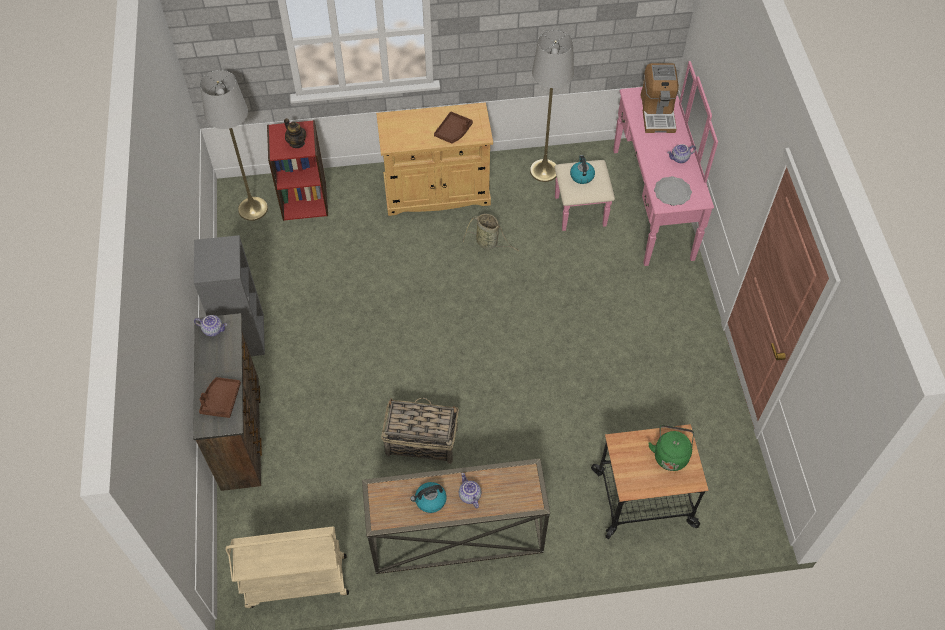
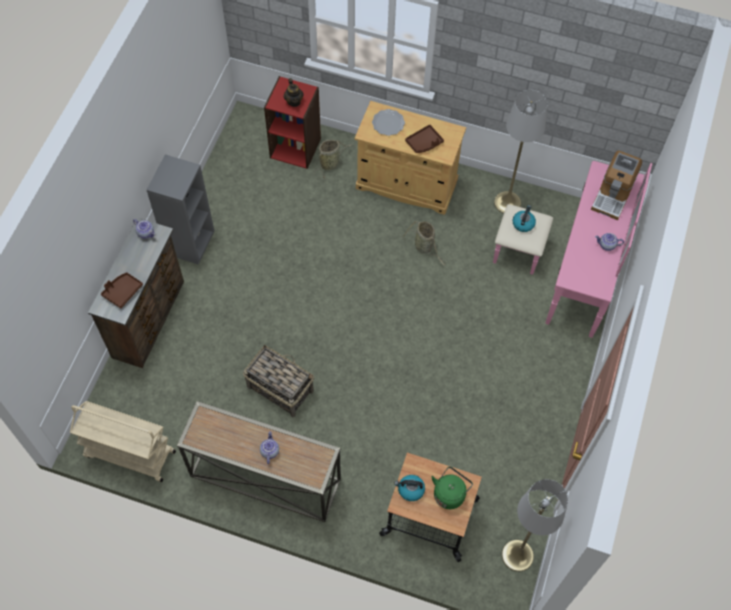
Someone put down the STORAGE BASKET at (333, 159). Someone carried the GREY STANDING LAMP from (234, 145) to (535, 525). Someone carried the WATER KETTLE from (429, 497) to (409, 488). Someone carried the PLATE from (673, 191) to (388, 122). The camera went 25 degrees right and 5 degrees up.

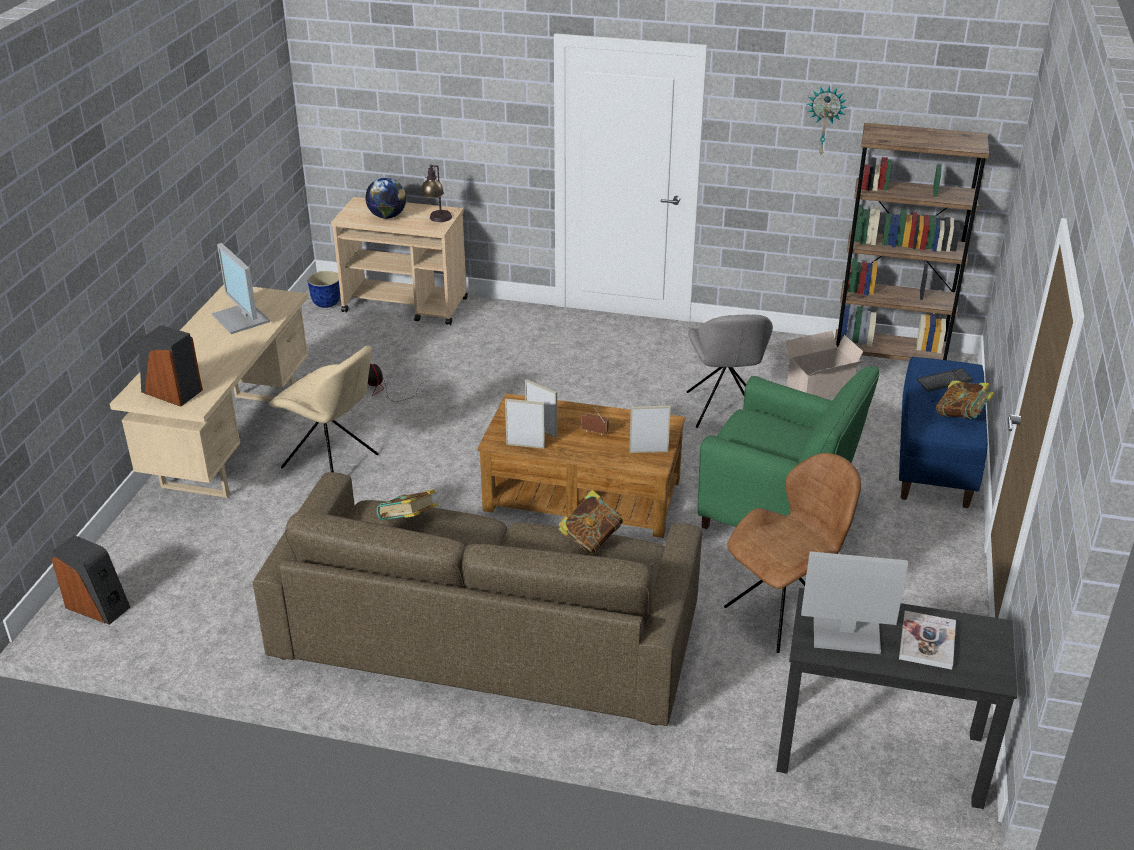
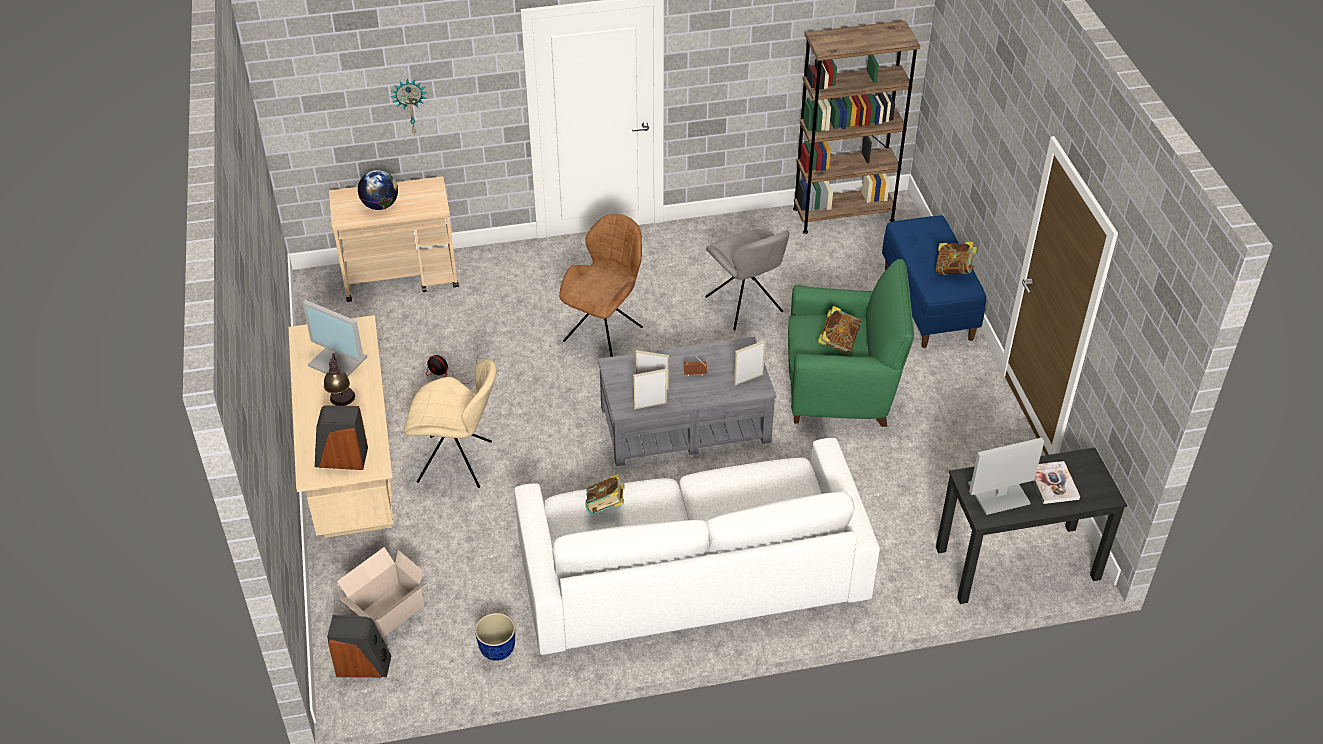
Someone took away the KEYBOARD at (945, 380). Someone carried the PLANT POT from (323, 289) to (495, 637). Someone carried the TABLE LAMP from (436, 193) to (339, 379). Someone carried the BOOK from (590, 522) to (839, 330). Someone carried the BROWNISH UPRIGHT CHAIR from (792, 553) to (601, 285). Someone carried the PACKING BOX from (824, 365) to (382, 592). Someone carried the WALL CLOCK from (827, 120) to (409, 107). Someone repainted the BROWNISH SOFA at (477, 599), which became the WHITE SOFA at (697, 546). Someone repainted the BROWNISH LOW TABLE at (581, 465), which became the GREY LOW TABLE at (687, 401). The camera went 25 degrees left and 10 degrees up.

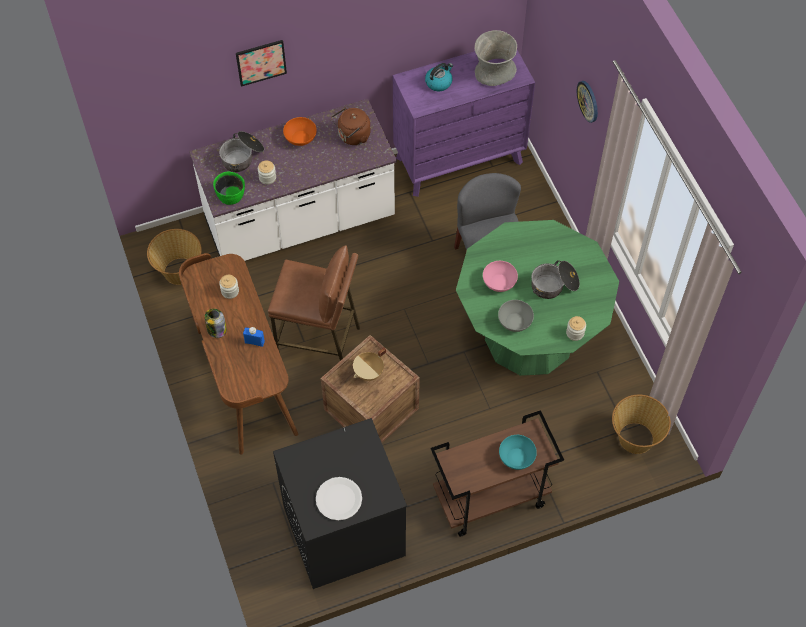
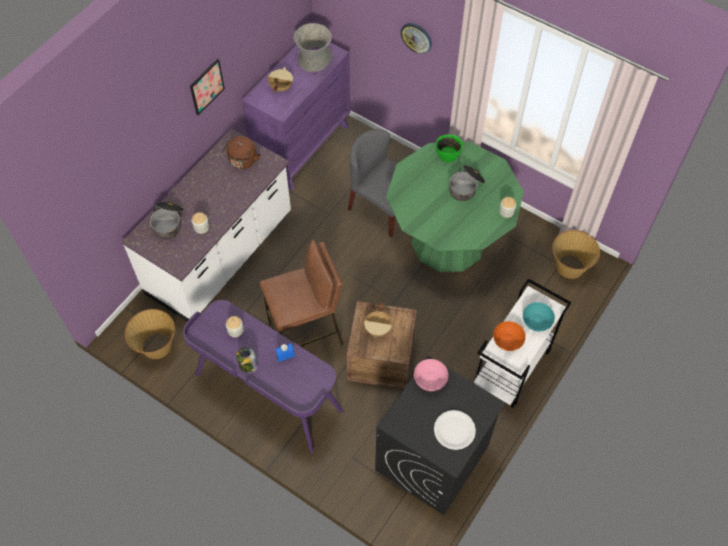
Someone took away the GREY BOWL at (516, 316). Someone carried the GREENISH BOWL from (229, 188) to (449, 148). Someone carried the PICTURE from (261, 63) to (207, 87). Someone carried the ORANGE BOWL from (300, 131) to (509, 336). Someone carried the PINK-COLOURED BOWL from (500, 276) to (431, 375). Someone swapped the WATER KETTLE at (439, 77) for the SAND-COLOURED STOCKPOT at (280, 79). Someone repainted the BROWNISH DESK TABLE at (238, 354), which became the PURPLE-COLOURED DESK TABLE at (263, 376). Someone repainted the BROWNISH CART at (497, 473), which became the WHITE CART at (522, 343). The camera went 35 degrees left and 0 degrees up.

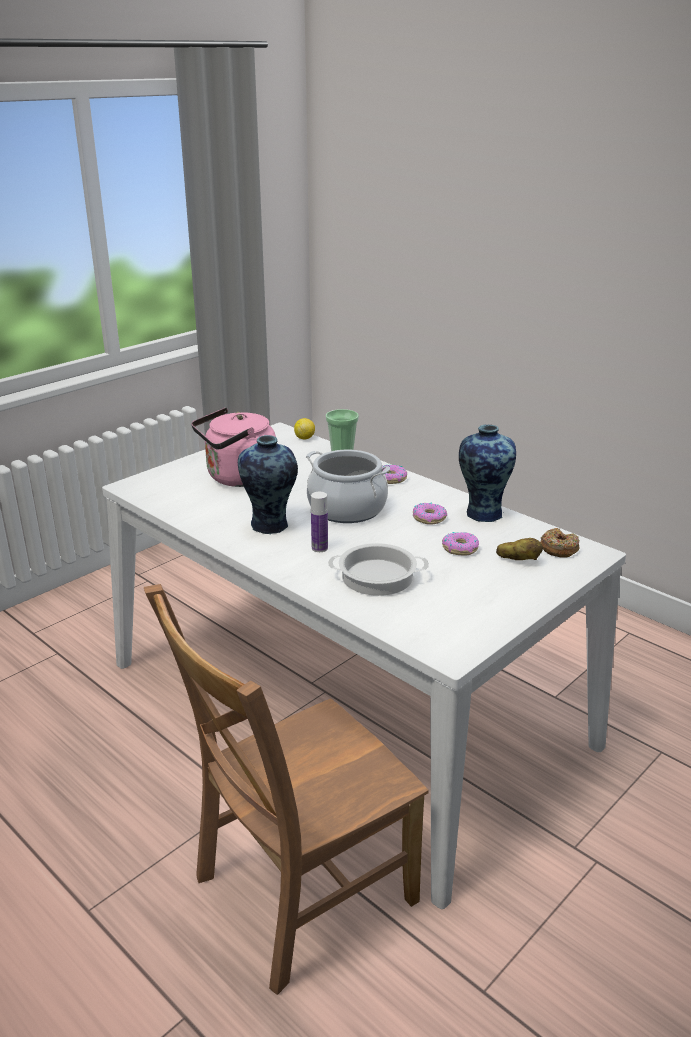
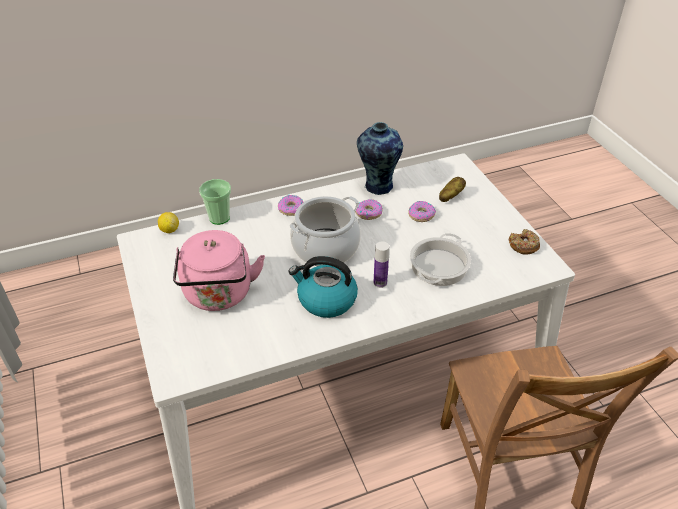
Someone carried the DONUT from (559, 543) to (524, 241). Someone swapped the FLOWER VASE at (268, 485) for the WATER KETTLE at (323, 287). The camera went 65 degrees left and 15 degrees up.

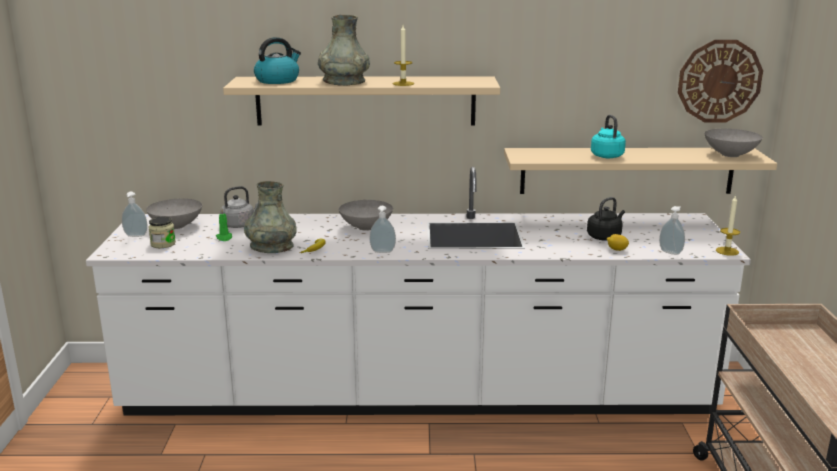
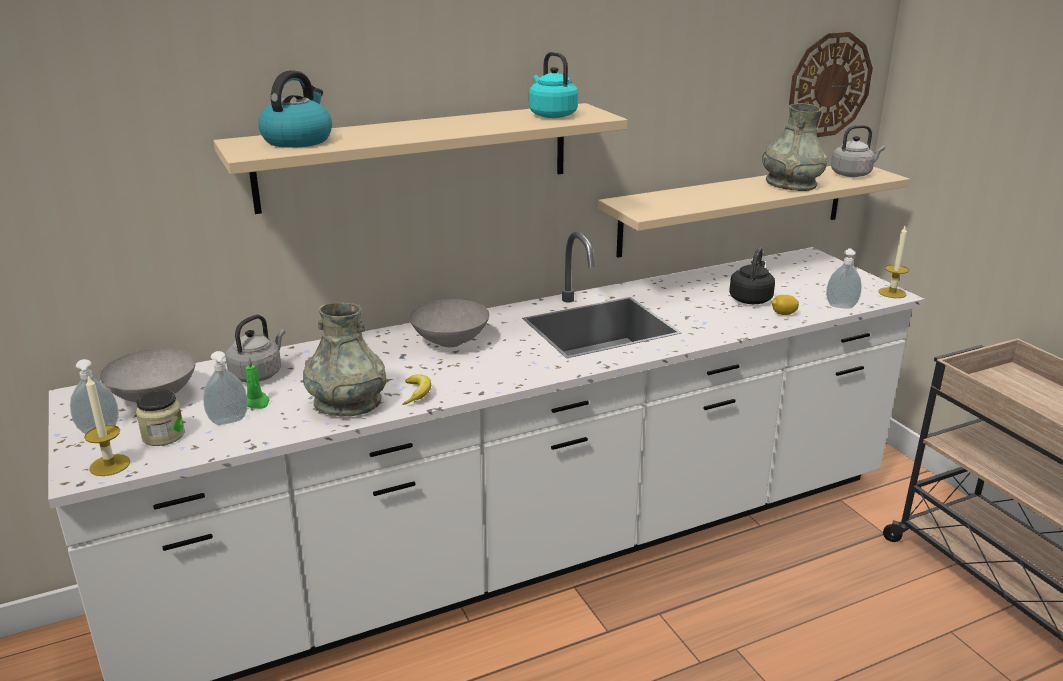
Someone carried the GREY FLOWER VASE from (344, 50) to (794, 147). Someone carried the SOAP BOTTLE from (383, 229) to (225, 388). Someone carried the WAX LIGHT from (403, 55) to (107, 425). Someone carried the TURQUOISE-COLOURED WATER KETTLE from (608, 136) to (553, 85). Someone swapped the GREY BOWL at (733, 142) for the GREY WATER KETTLE at (858, 151). The camera went 25 degrees left and 5 degrees up.

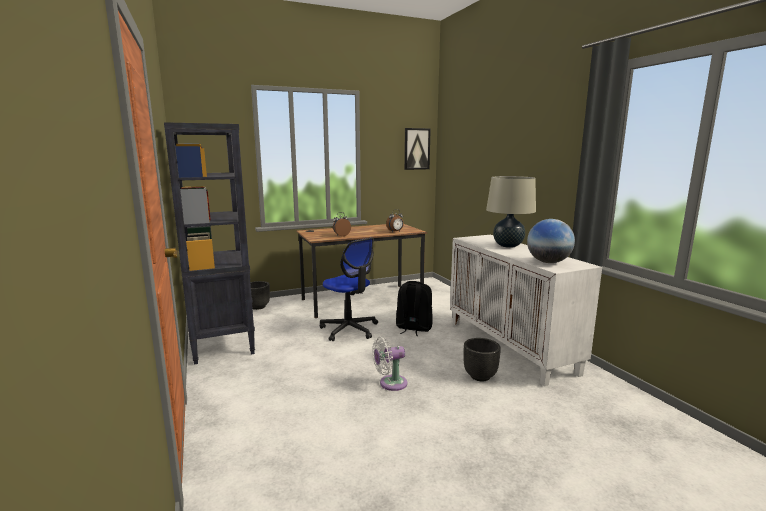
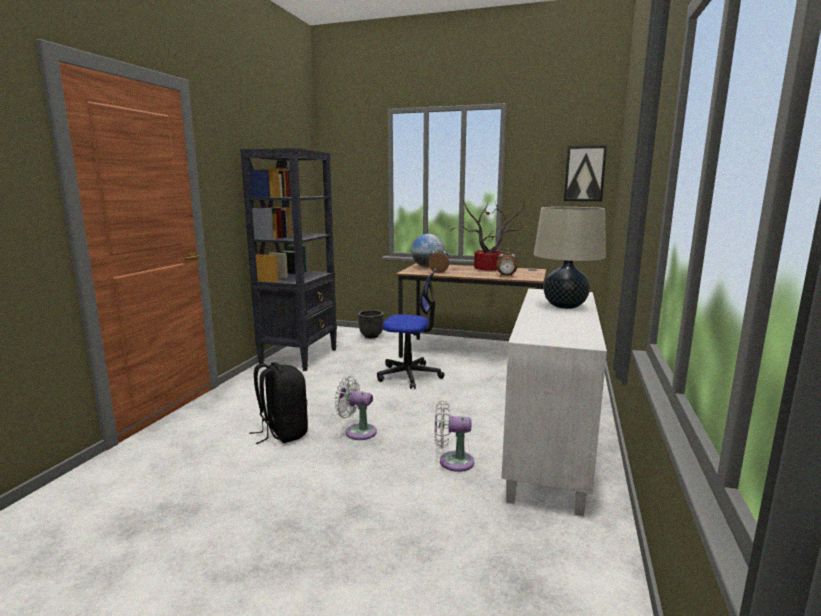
Someone put down the PLANT IN A POT at (488, 235). Someone carried the BLACKISH BACKPACK from (414, 308) to (279, 403). Someone carried the GLOBE from (551, 241) to (428, 251). Someone swapped the BLACKISH PLANT POT at (482, 359) for the WHITE ELECTRIC FAN at (454, 436). Someone rotated the OFFICE CHAIR at (349, 289) by 75 degrees counterclockwise. The camera went 40 degrees right and 0 degrees up.

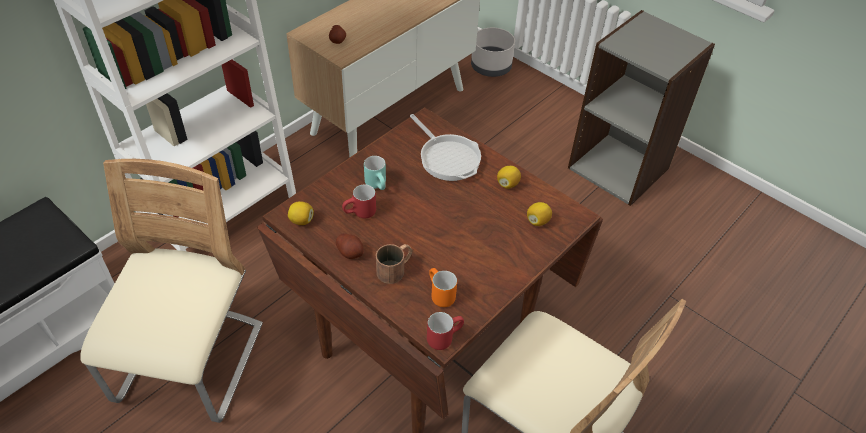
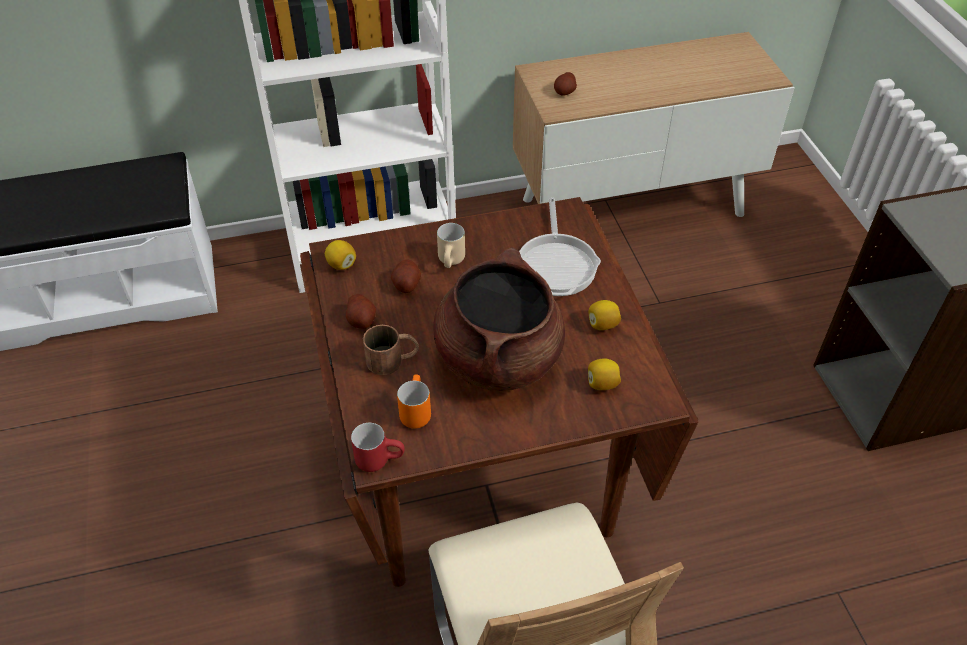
Someone took away the SAND-COLOURED UPRIGHT CHAIR at (171, 291). Someone took away the GREY PLANT POT at (493, 52). Someone put down the BROWNISH STOCKPOT at (499, 319). Someone swapped the REDDISH MUG at (359, 201) for the SPUD at (406, 276). Someone repainted the TURQUOISE-COLOURED MUG at (375, 173), which became the SAND-COLOURED MUG at (451, 245). The camera went 35 degrees right and 0 degrees up.

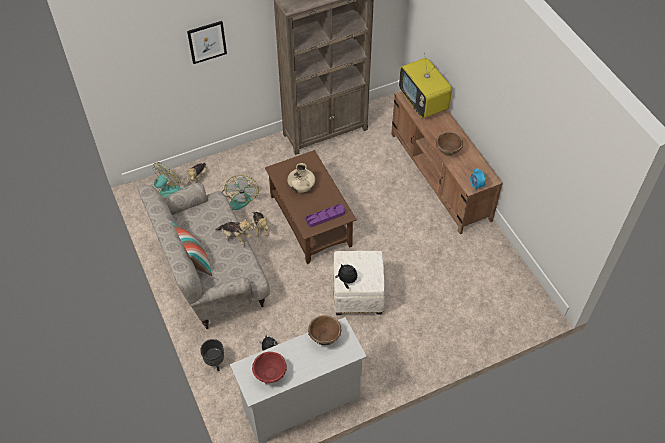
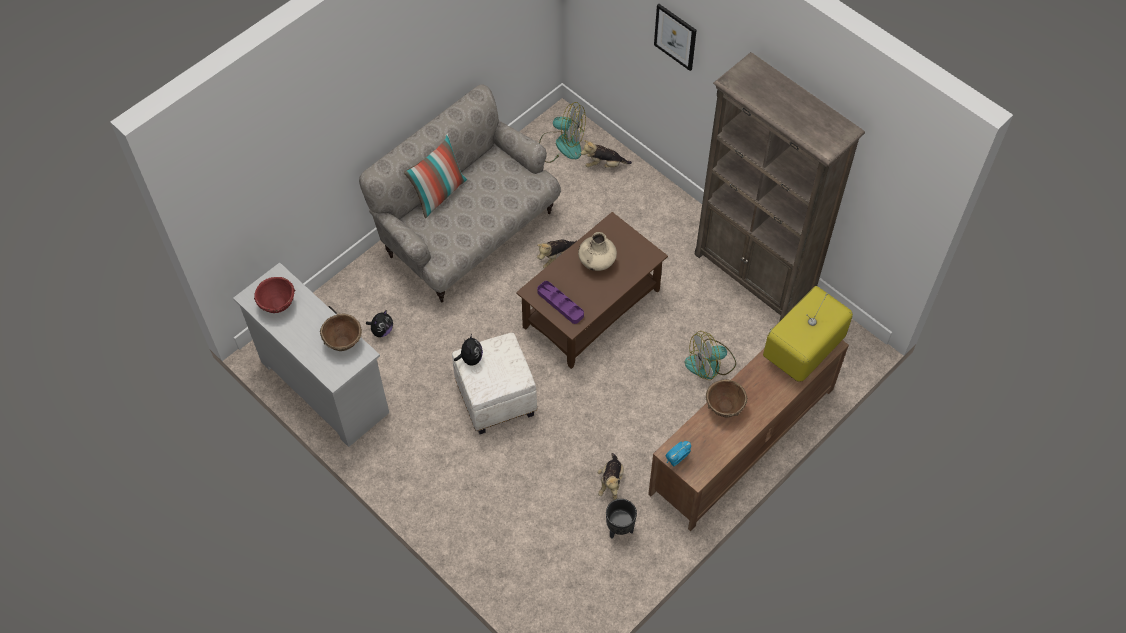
Someone carried the BLACKISH PLANT POT from (212, 355) to (621, 519). Someone carried the SOFT TOY from (234, 232) to (610, 476). Someone carried the ELECTRIC FAN from (240, 192) to (710, 355). The camera went 70 degrees right and 5 degrees up.

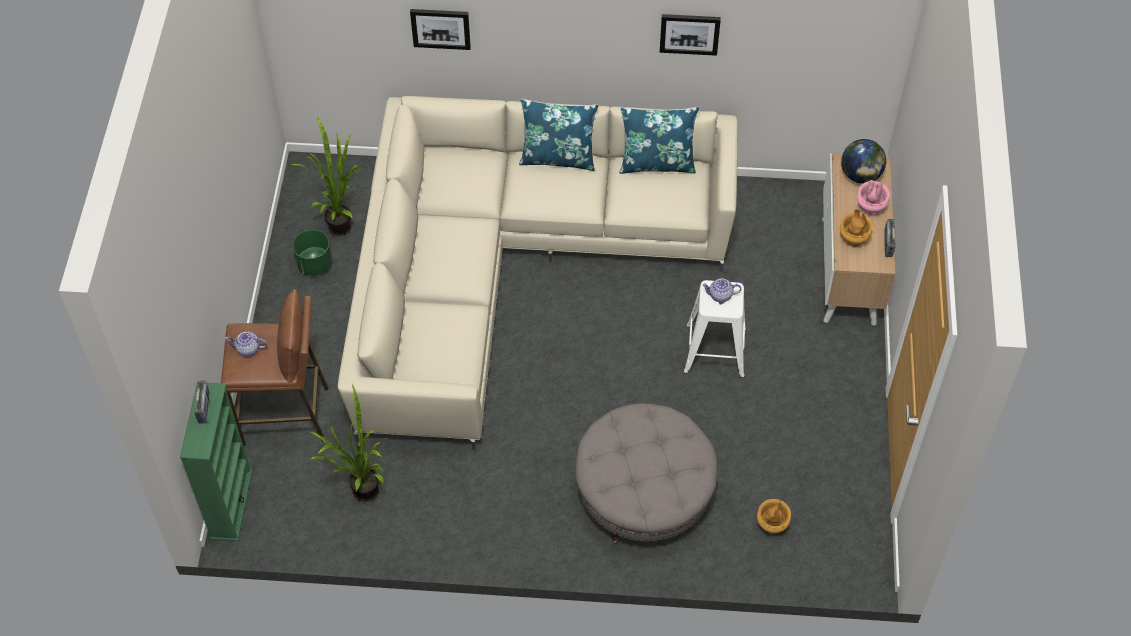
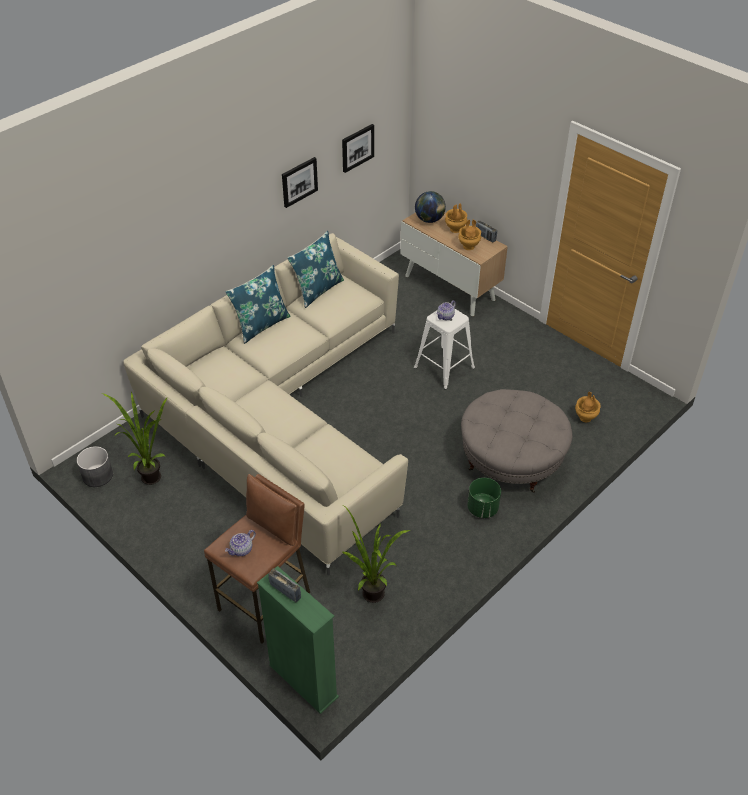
Someone put down the GREY PLANT POT at (95, 466). Someone carried the GREENISH PLANT POT from (312, 253) to (484, 498). Someone carried the PICTURE from (440, 29) to (358, 148). Someone repainted the PINK-COLOURED FLOWER VASE at (873, 197), which became the BROWNISH FLOWER VASE at (456, 218). The camera went 50 degrees left and 10 degrees down.

